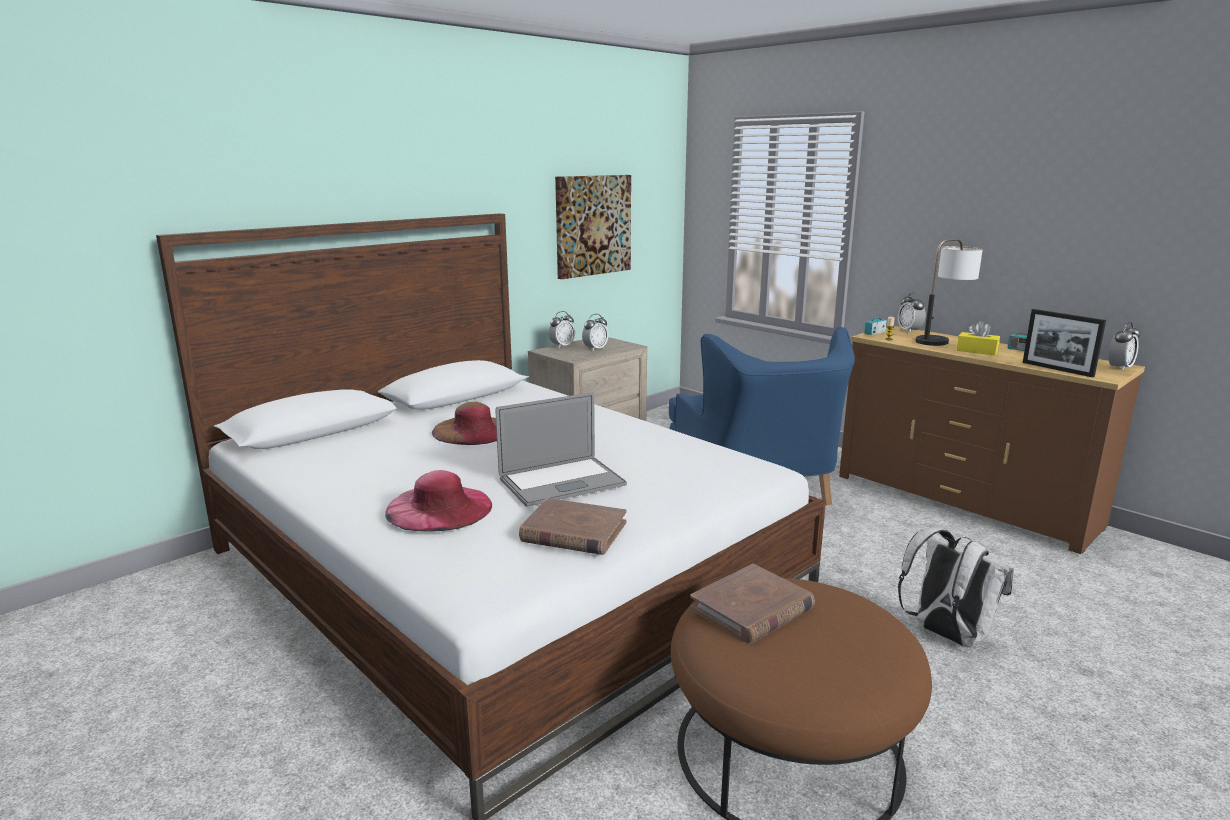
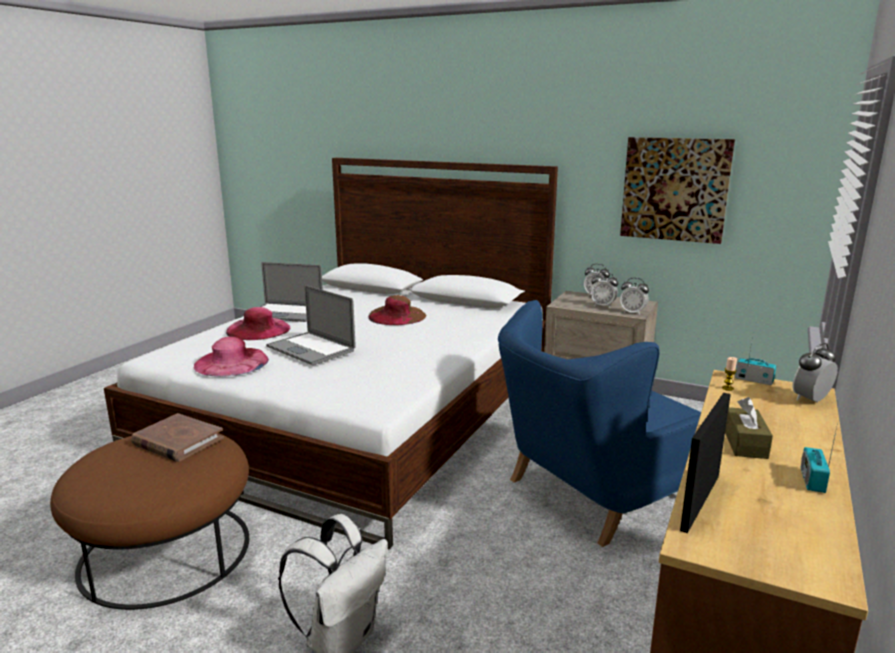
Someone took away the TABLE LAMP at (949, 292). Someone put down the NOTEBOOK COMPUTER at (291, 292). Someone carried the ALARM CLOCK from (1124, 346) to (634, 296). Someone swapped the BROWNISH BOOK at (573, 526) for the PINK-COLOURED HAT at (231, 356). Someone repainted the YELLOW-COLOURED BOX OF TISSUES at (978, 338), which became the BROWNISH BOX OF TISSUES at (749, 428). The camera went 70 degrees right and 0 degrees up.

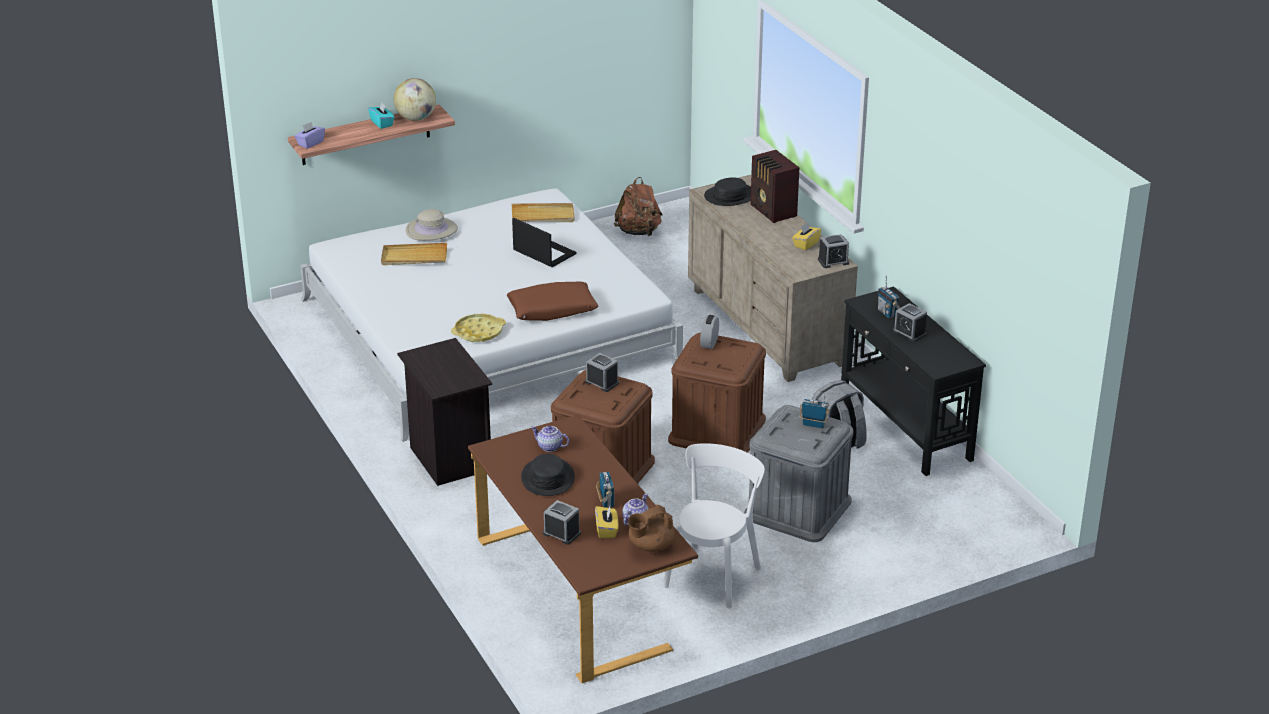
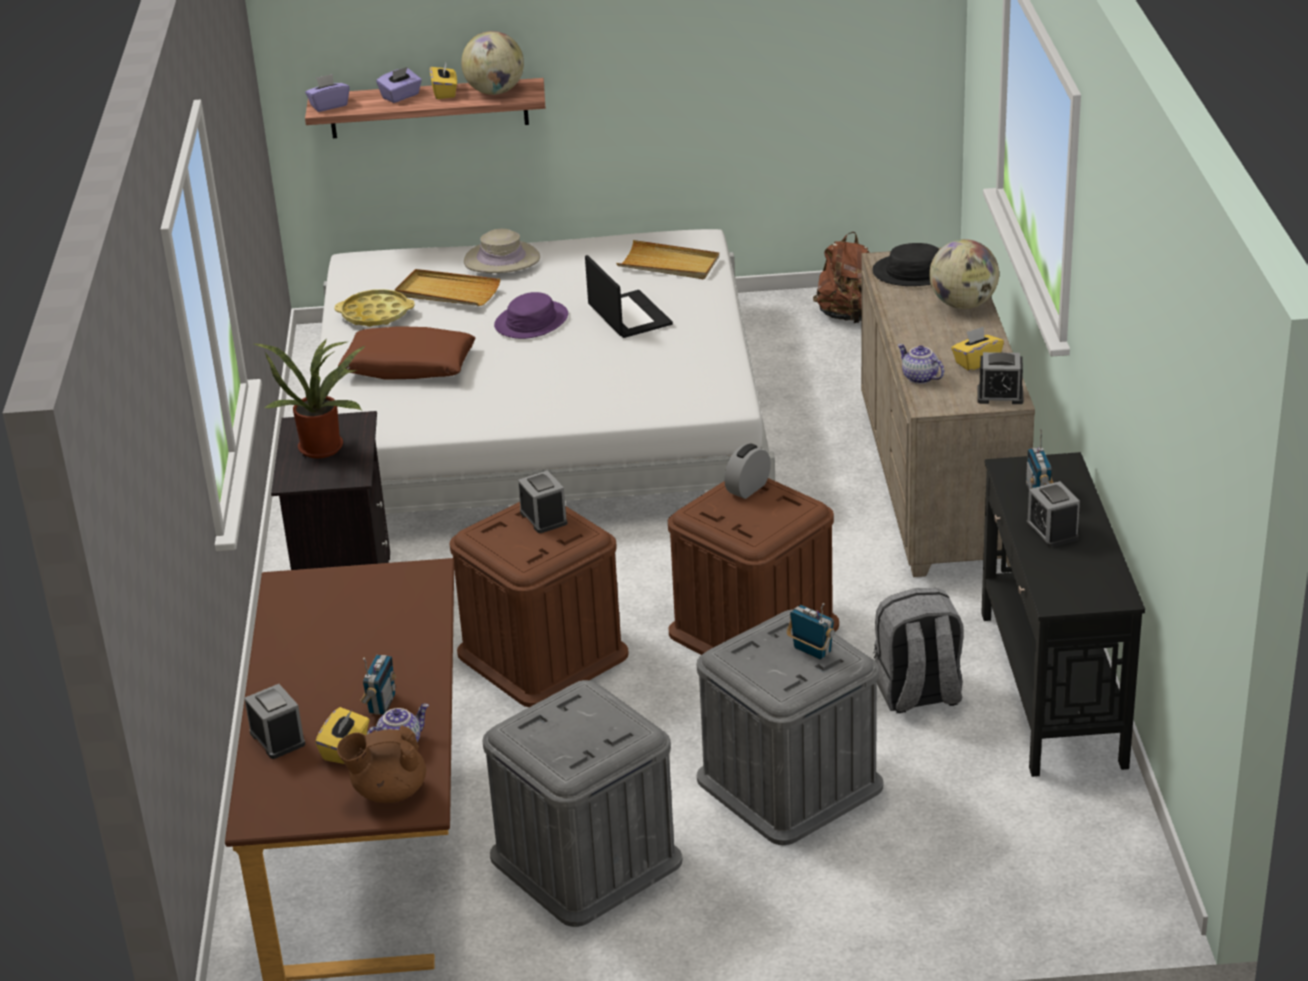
Someone took away the BLACKISH HAT at (548, 475). Someone put down the PLANT IN A POT at (308, 398). Someone put down the PURPLE-COLOURED BOX OF TISSUES at (399, 85). Someone put down the PURPLE-COLOURED HAT at (531, 315). Someone carried the YELLOW-COLOURED SERVING TRAY from (478, 328) to (374, 308). Someone carried the BROWNISH CUSHION from (552, 301) to (406, 353). Someone carried the POT FOR TEA from (550, 439) to (921, 364). Someone swapped the WHITE UPRIGHT CHAIR at (714, 525) for the GREY STORAGE BOX at (582, 803). Someone swapped the RADIO at (774, 186) for the GLOBE at (964, 274). Someone repainted the TURQUOISE-COLOURED BOX OF TISSUES at (381, 115), which became the YELLOW-COLOURED BOX OF TISSUES at (443, 81). The camera went 25 degrees right and 0 degrees up.

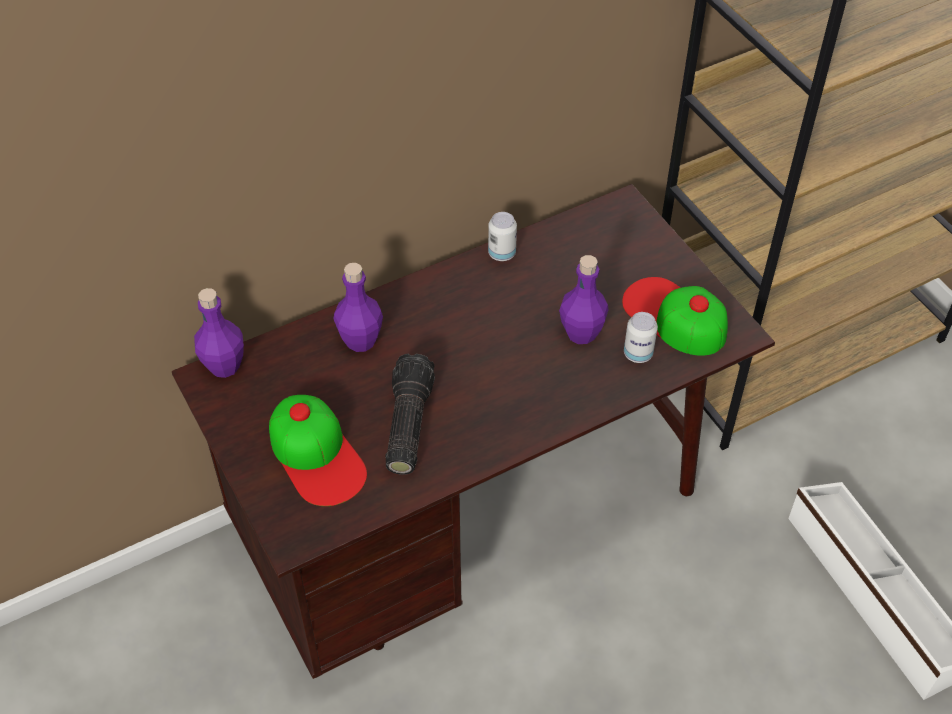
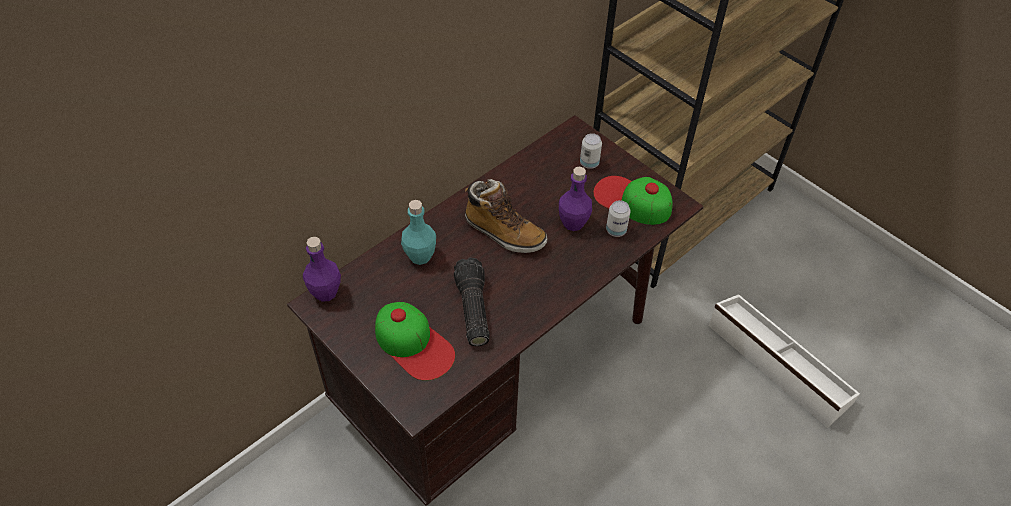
Someone put down the TALL BOOT at (506, 216). Someone carried the SEALED CAN from (502, 236) to (591, 151). Someone repainted the PURPLE-COLOURED DRINK BOTTLE at (358, 307), which became the TURQUOISE-COLOURED DRINK BOTTLE at (418, 232). The camera went 15 degrees left and 0 degrees up.

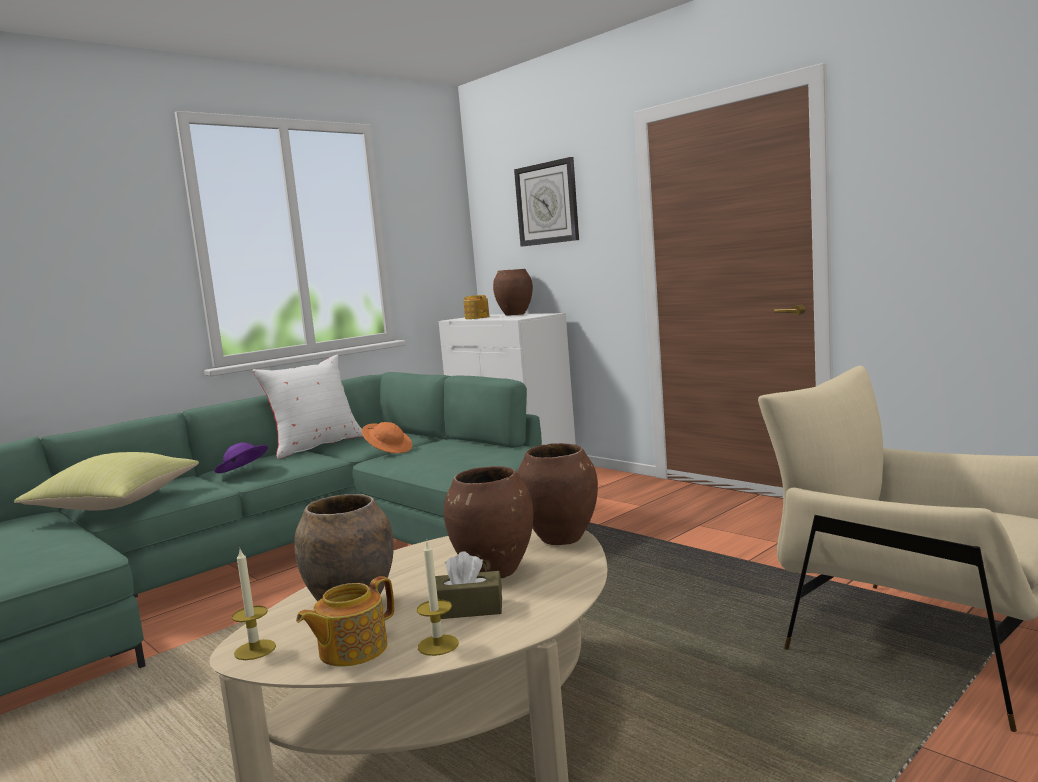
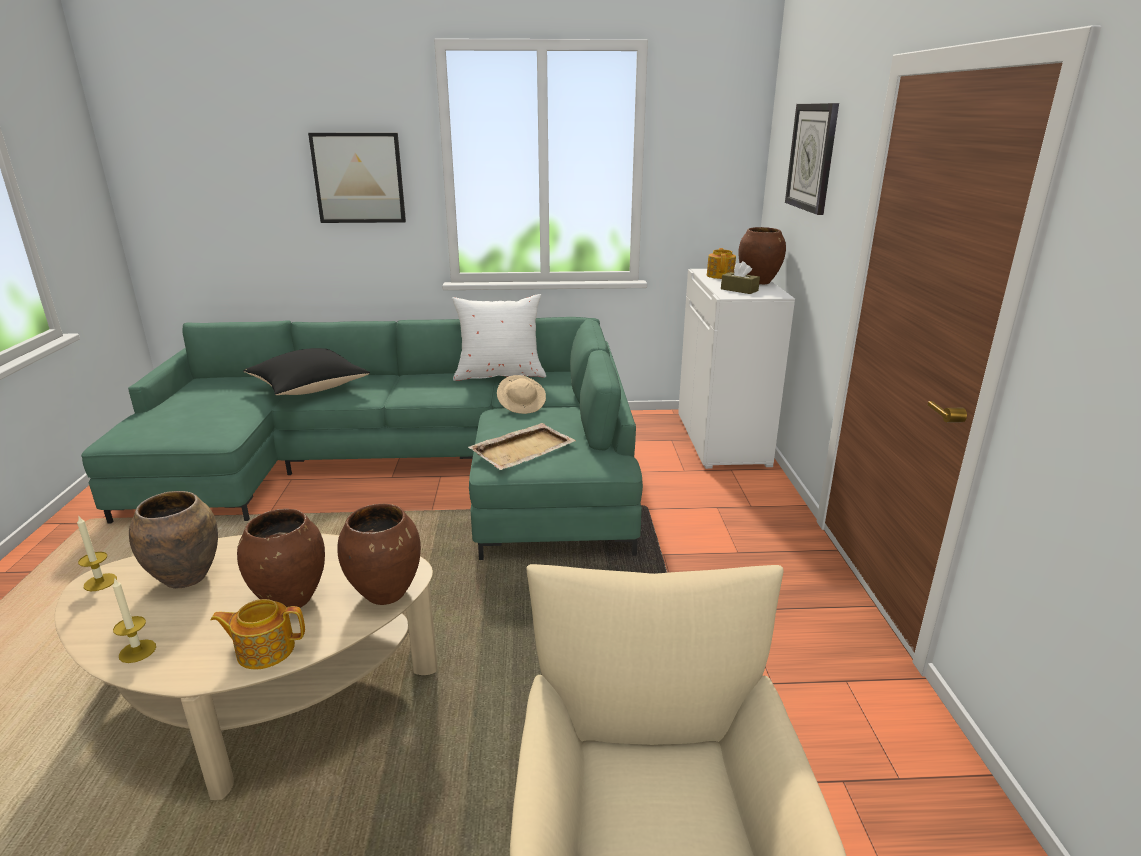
Someone took away the PURPLE-COLOURED HAT at (241, 458). Someone put up the PICTURE at (357, 178). Someone put down the SAND-COLOURED SERVING TRAY at (522, 446). Someone carried the POT FOR TEA from (345, 621) to (258, 634). Someone carried the BROWNISH BOX OF TISSUES from (468, 585) to (740, 277). Someone repainted the YELLOW-COLOURED CUSHION at (106, 481), which became the BLACKISH CUSHION at (306, 371). Someone repainted the ORANGE HAT at (387, 437), which became the SAND-COLOURED HAT at (521, 394). The camera went 40 degrees right and 15 degrees up.

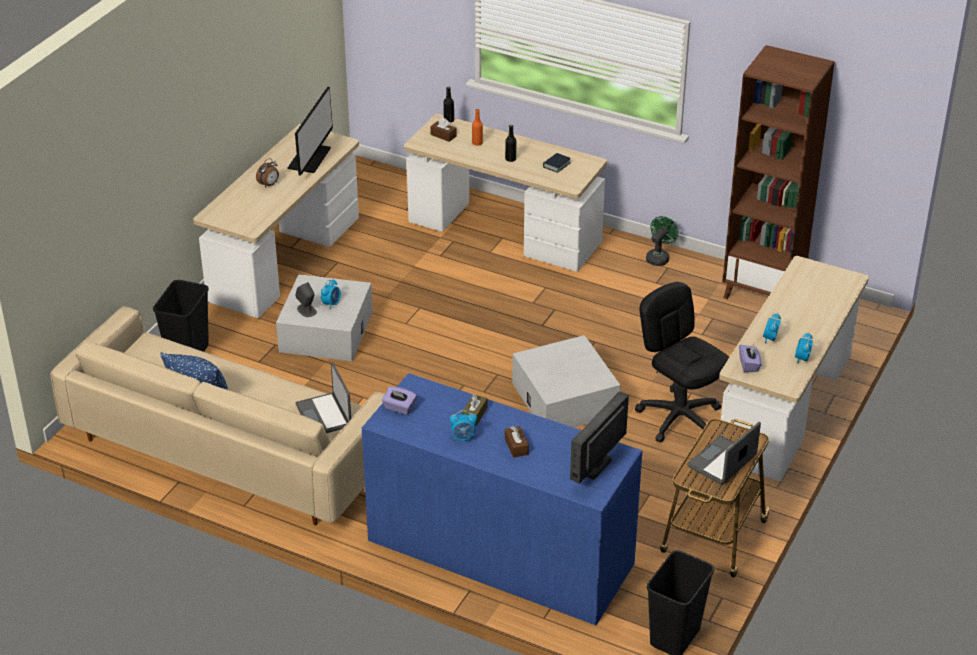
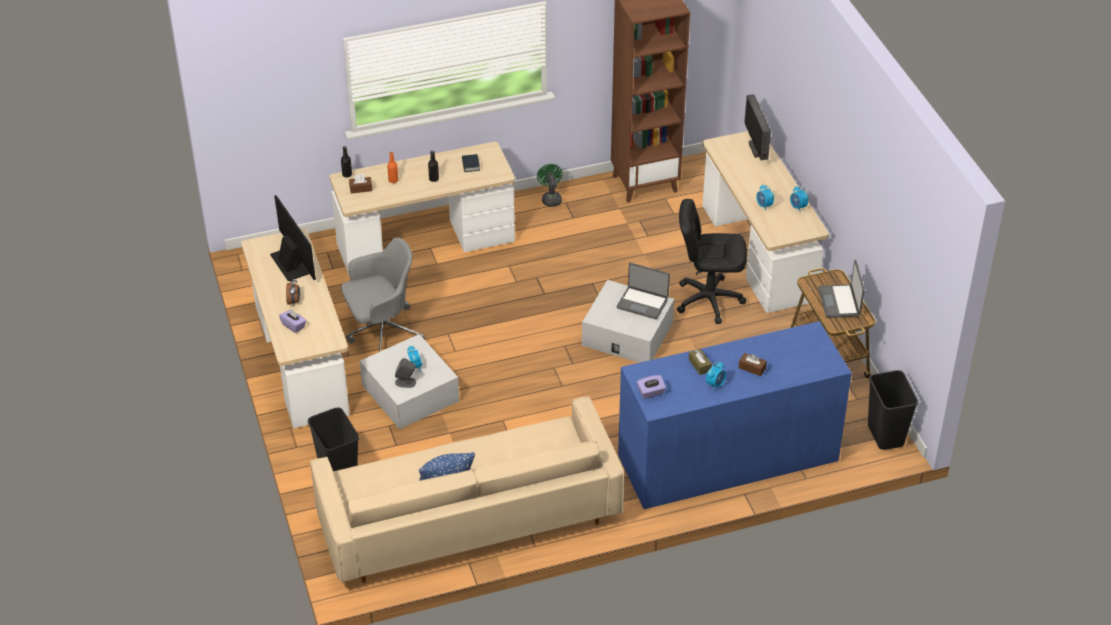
Someone put down the GREY OFFICE CHAIR at (383, 294). Someone carried the NOTEBOOK COMPUTER from (323, 397) to (643, 290). Someone carried the MONITOR from (599, 437) to (757, 127). Someone carried the PURPLE-COLOURED BOX OF TISSUES from (750, 358) to (292, 321). The camera went 45 degrees left and 5 degrees up.

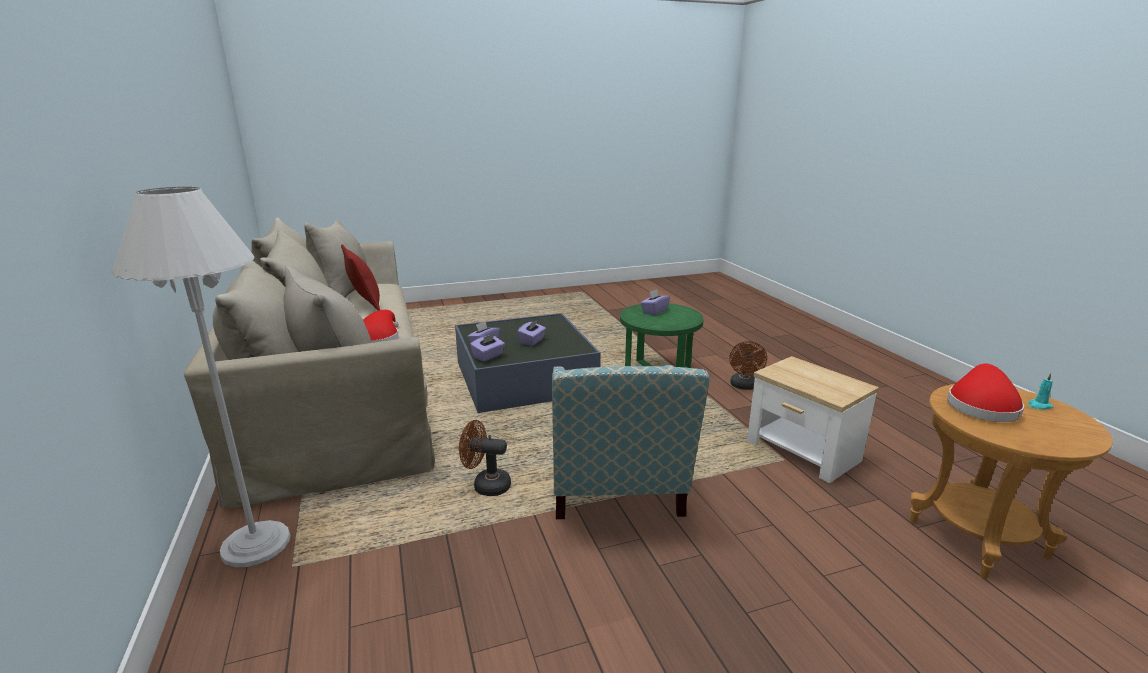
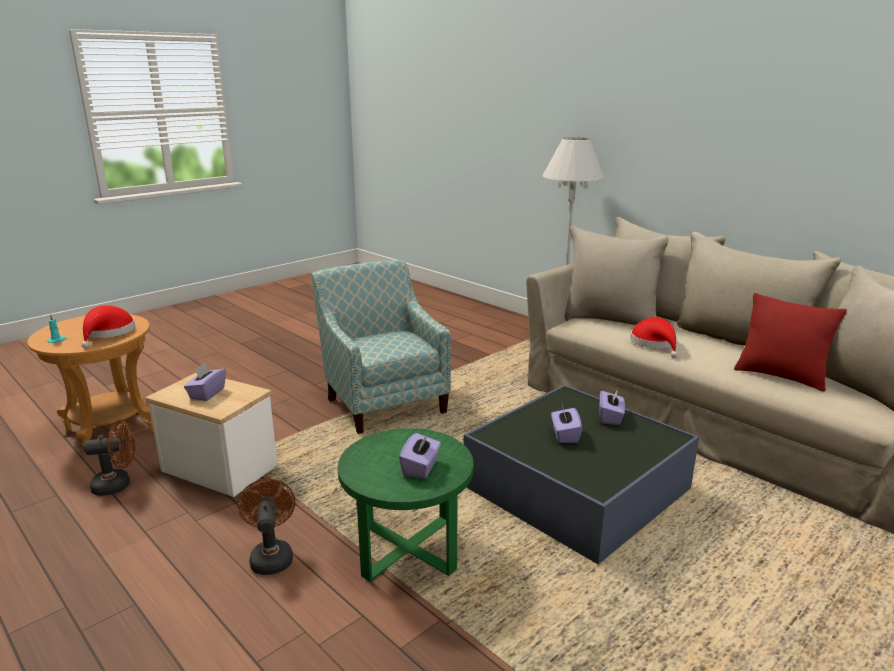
Someone carried the BROWNISH ELECTRIC FAN from (485, 458) to (109, 458). Someone carried the PURPLE-COLOURED BOX OF TISSUES from (487, 347) to (205, 382). The camera went 155 degrees right and 0 degrees up.

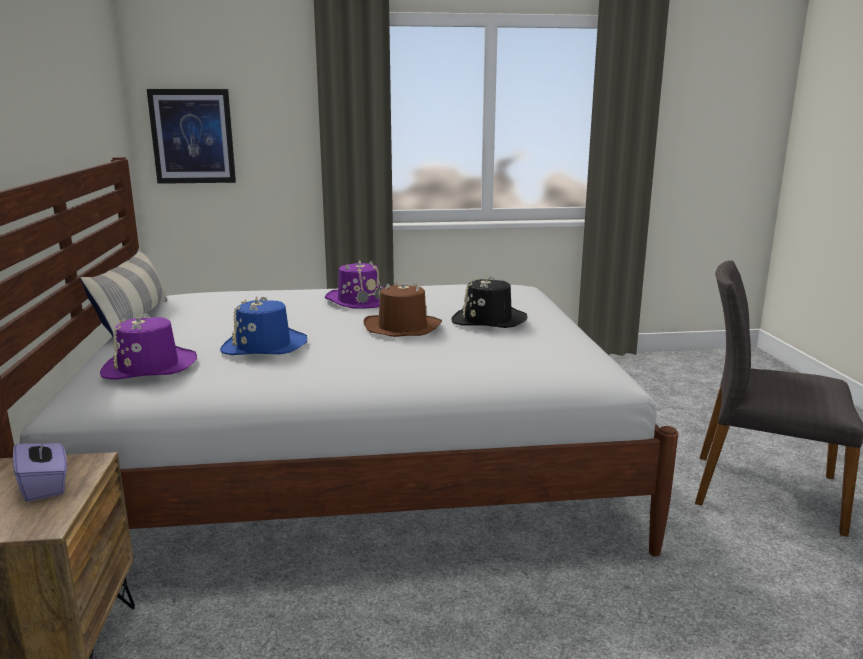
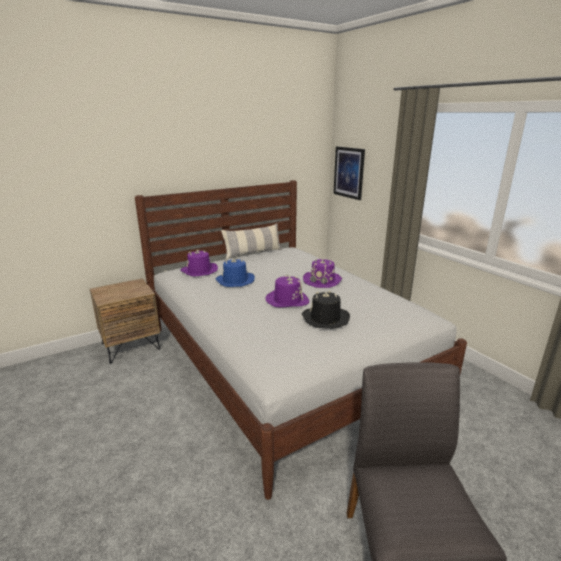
Someone took away the PURPLE-COLOURED BOX OF TISSUES at (40, 467). Someone repainted the BROWNISH HAT at (403, 308), which became the PURPLE-COLOURED HAT at (287, 291). The camera went 65 degrees right and 5 degrees up.

